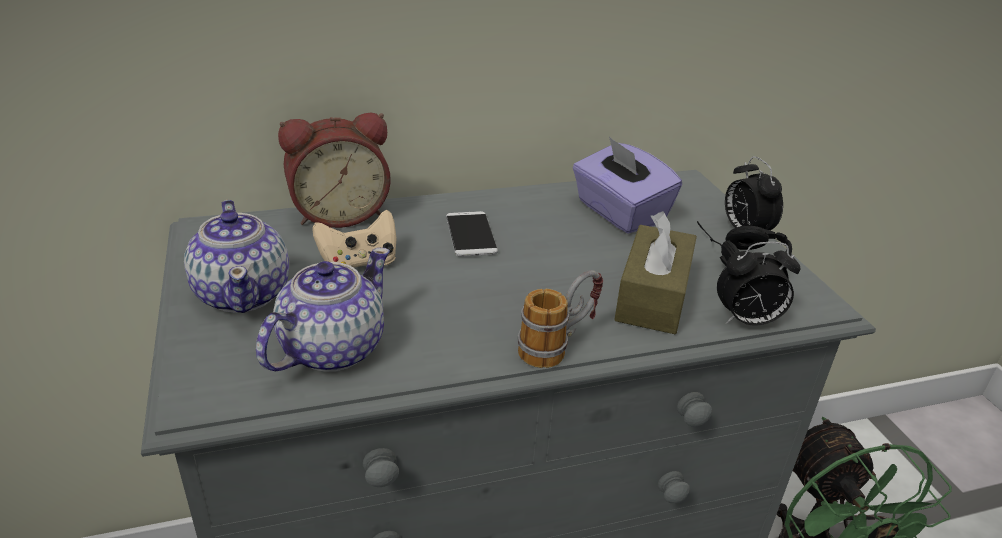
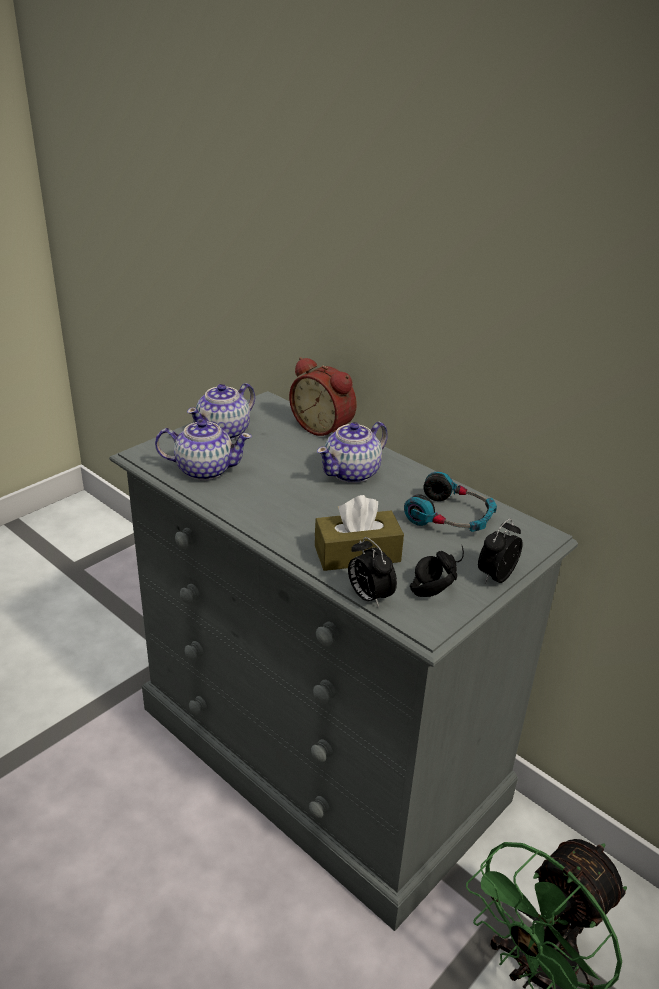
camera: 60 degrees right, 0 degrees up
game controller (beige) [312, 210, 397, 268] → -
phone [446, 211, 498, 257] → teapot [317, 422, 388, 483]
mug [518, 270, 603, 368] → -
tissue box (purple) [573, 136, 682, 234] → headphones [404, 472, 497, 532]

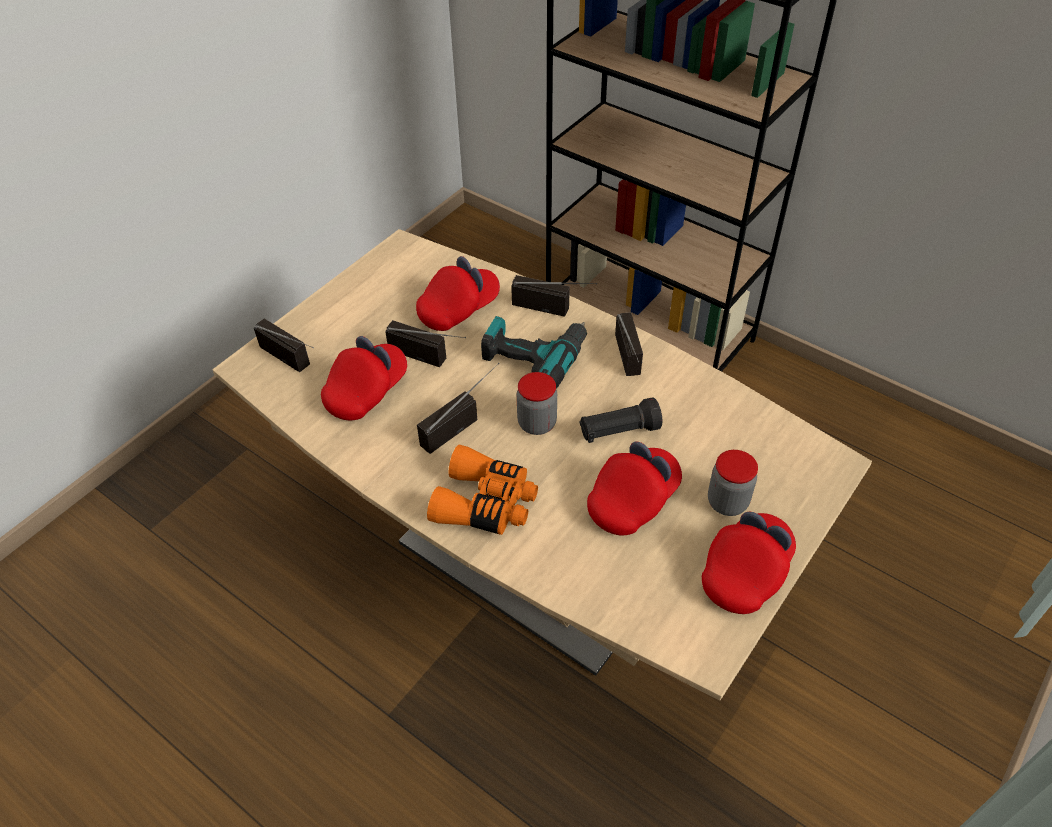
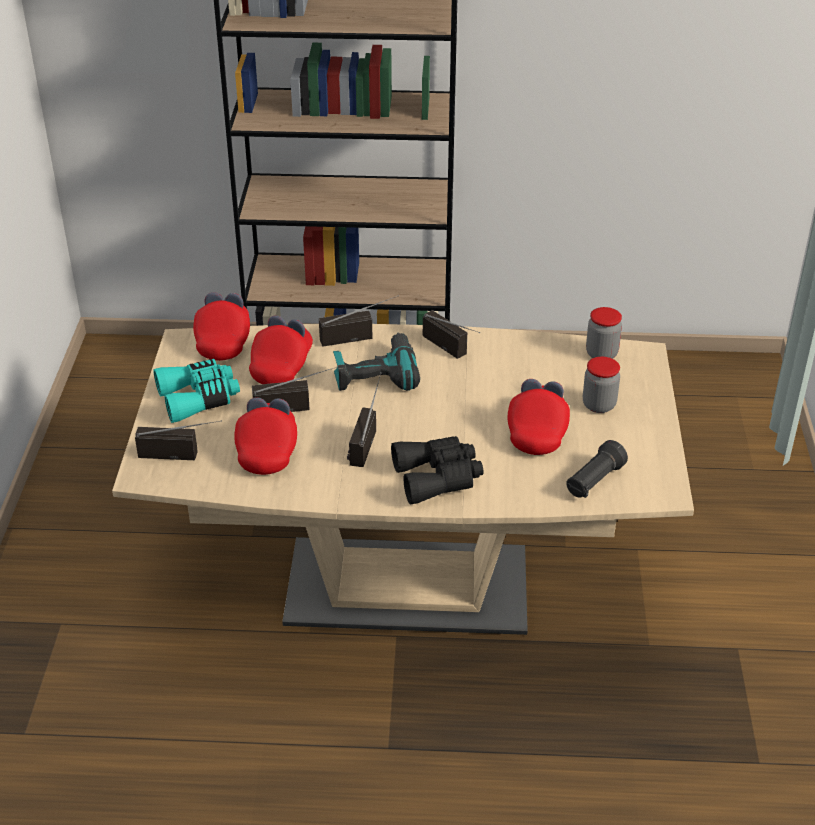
camera: 35 degrees left, 10 degrees down
binoculars (orange) [427, 445, 538, 535] → binoculars (black) [391, 436, 484, 504]
jar [517, 372, 557, 435] → jar [586, 307, 622, 359], relocated
flashlight (black) [580, 397, 662, 443] → flashlight (black) [566, 440, 628, 498], relocated
cap (red) [702, 512, 796, 614] → cap (red) [193, 292, 250, 361], relocated
- → binoculars (turquoise) [153, 359, 240, 423]

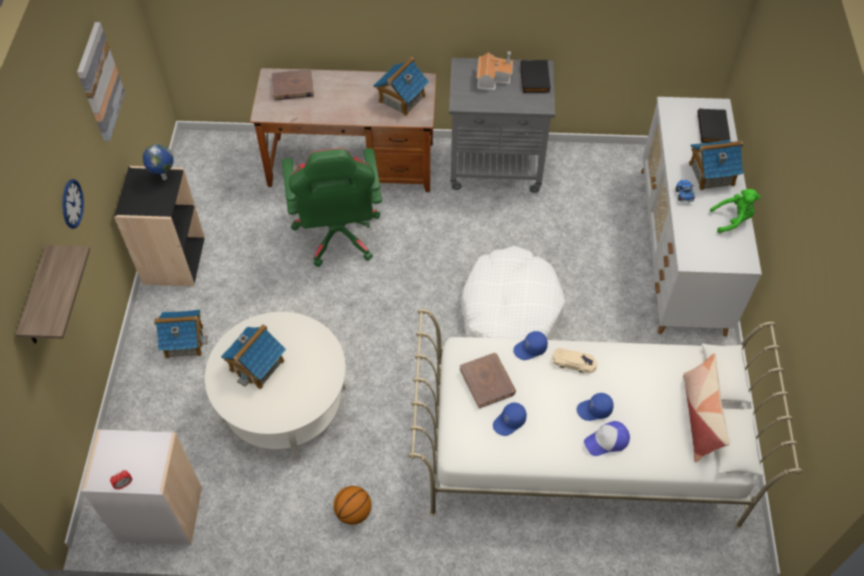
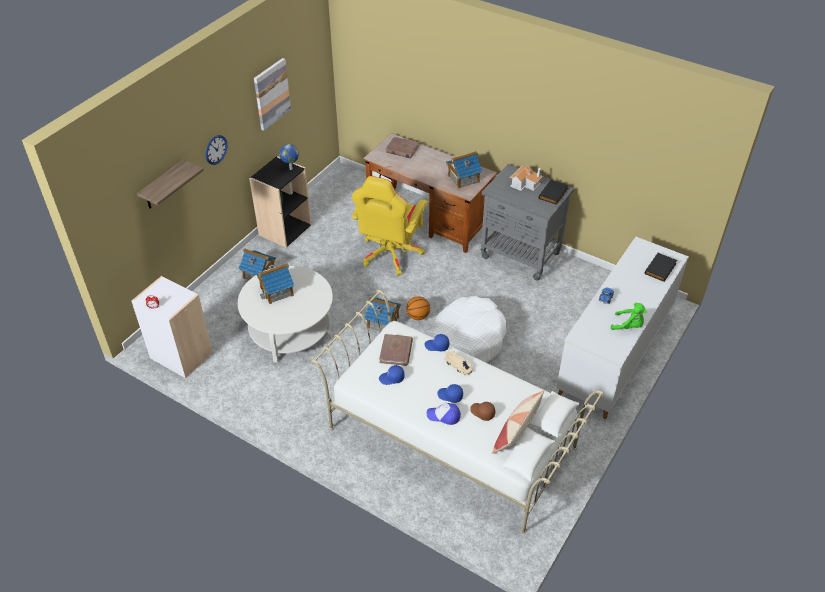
camera: 30 degrees right, 10 degrees down
office chair (green) [282, 148, 382, 267] → office chair (yellow) [351, 176, 428, 275]
basketball [333, 486, 371, 525] → basketball [406, 296, 430, 320], relocated
toy house [689, 140, 743, 190] → toy house [364, 297, 401, 331], relocated
- → cap (brown) [470, 402, 495, 421]

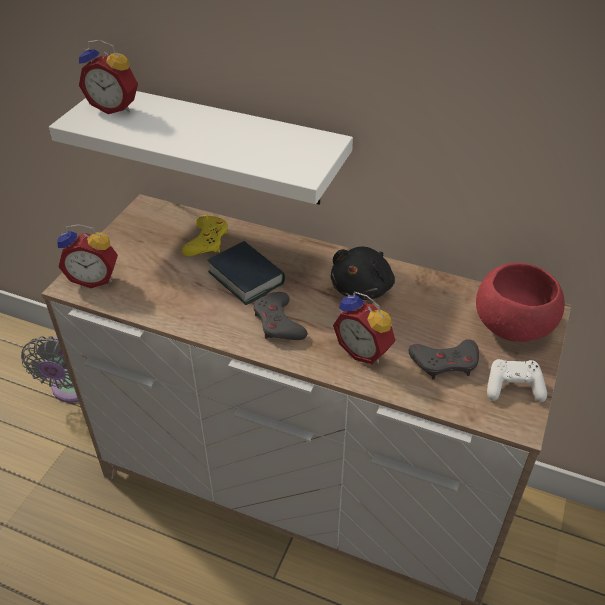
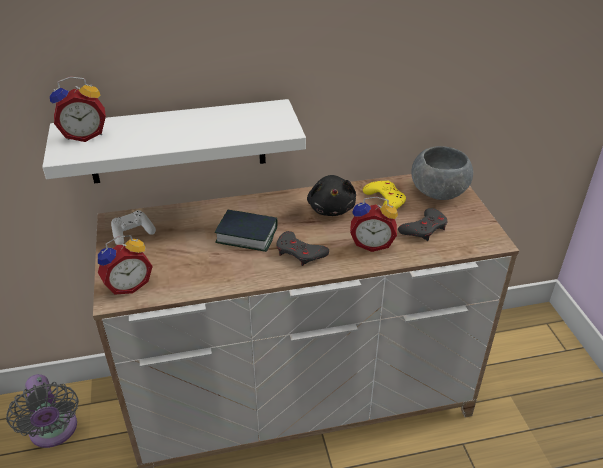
camera: 35 degrees left, 5 degrees down
game controller (yellow) [181, 215, 228, 256] → game controller (yellow) [363, 181, 406, 210], relocated
bowl (red) [476, 263, 565, 342] → bowl (grey) [411, 146, 473, 200]
game controller (white) [487, 359, 547, 402] → game controller (white) [111, 210, 156, 245], relocated

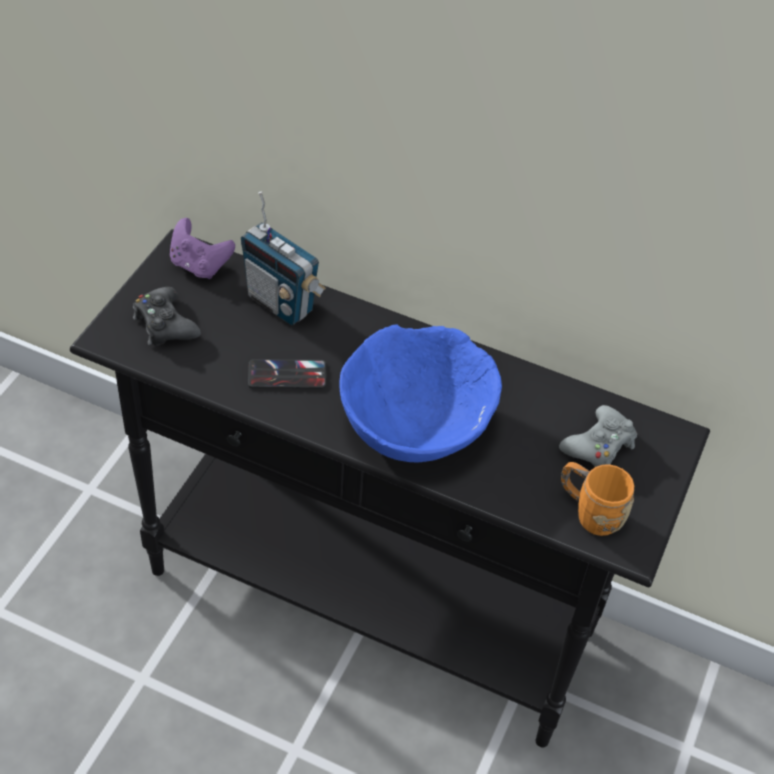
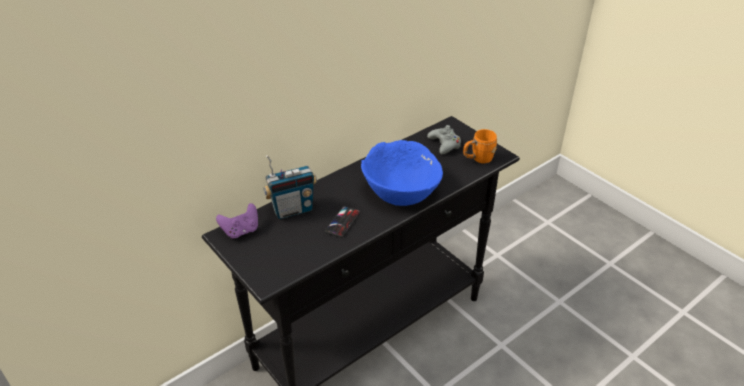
camera: 60 degrees left, 10 degrees down
game controller (black) [133, 287, 201, 346] → -

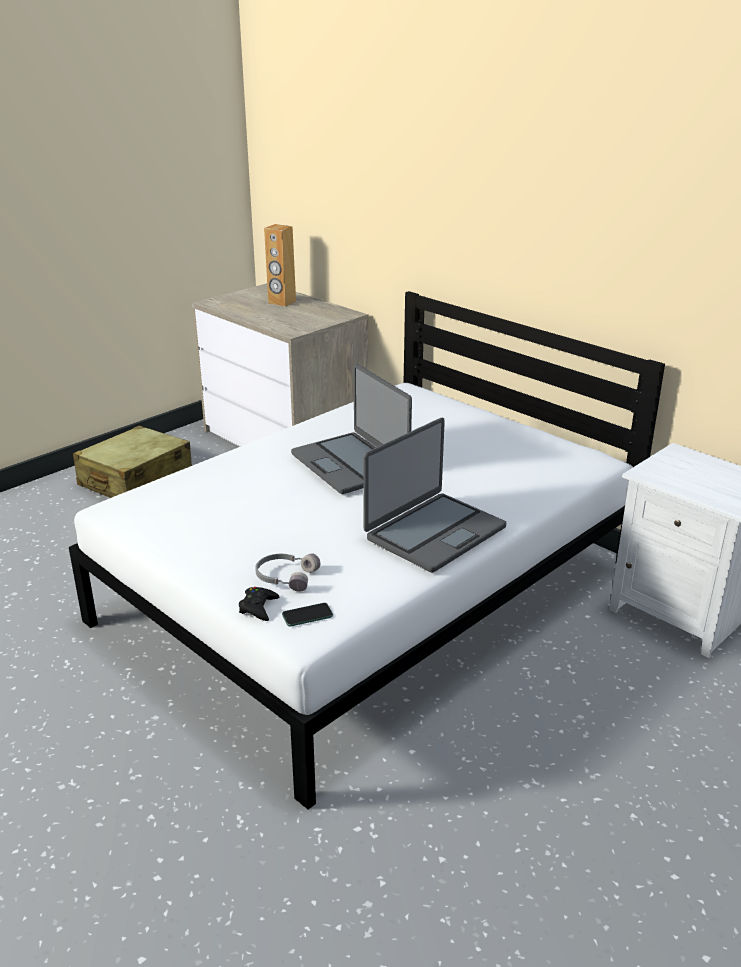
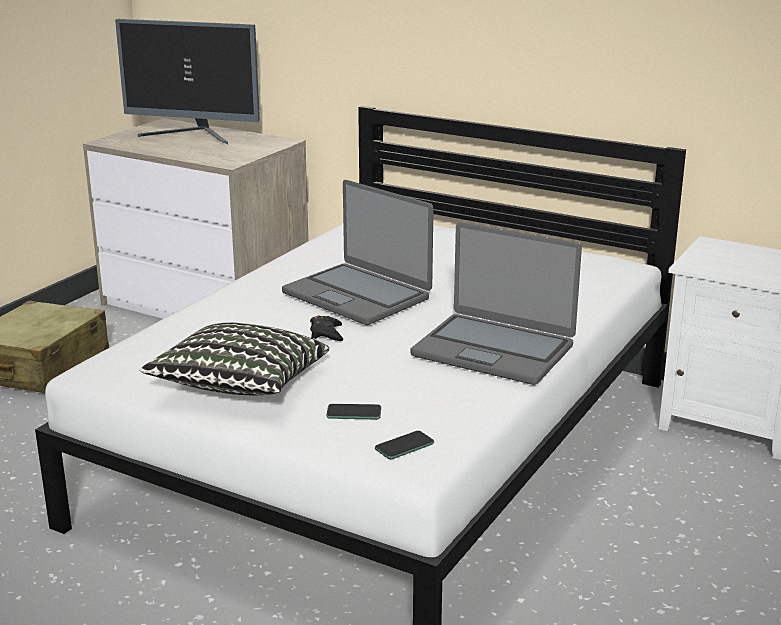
camera: 15 degrees left, 5 degrees down
game controller (black) [239, 587, 279, 621] → game controller (black) [310, 315, 343, 341], relocated
headphones (grey) [255, 553, 320, 592] → phone [326, 404, 381, 419]
speaker (brown) [264, 224, 296, 307] → monitor [115, 19, 260, 145]
laptop [363, 418, 506, 572] → laptop [411, 222, 582, 385], 90 degrees clockwise
- → pillow [140, 322, 329, 395]

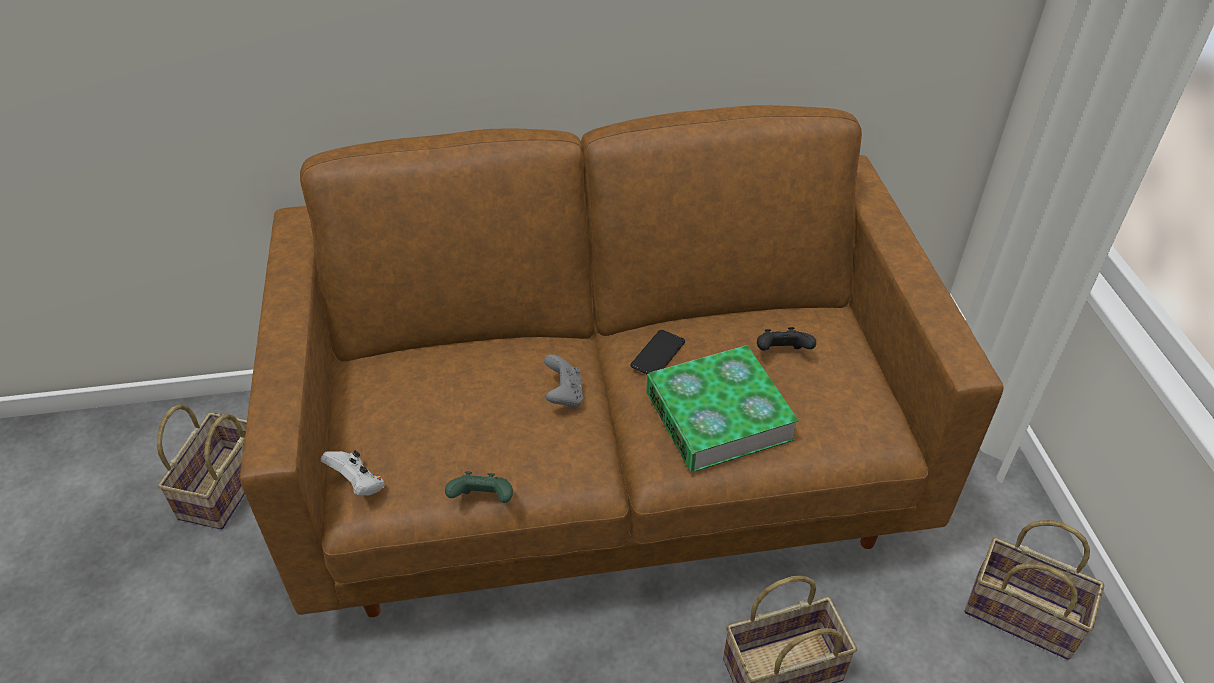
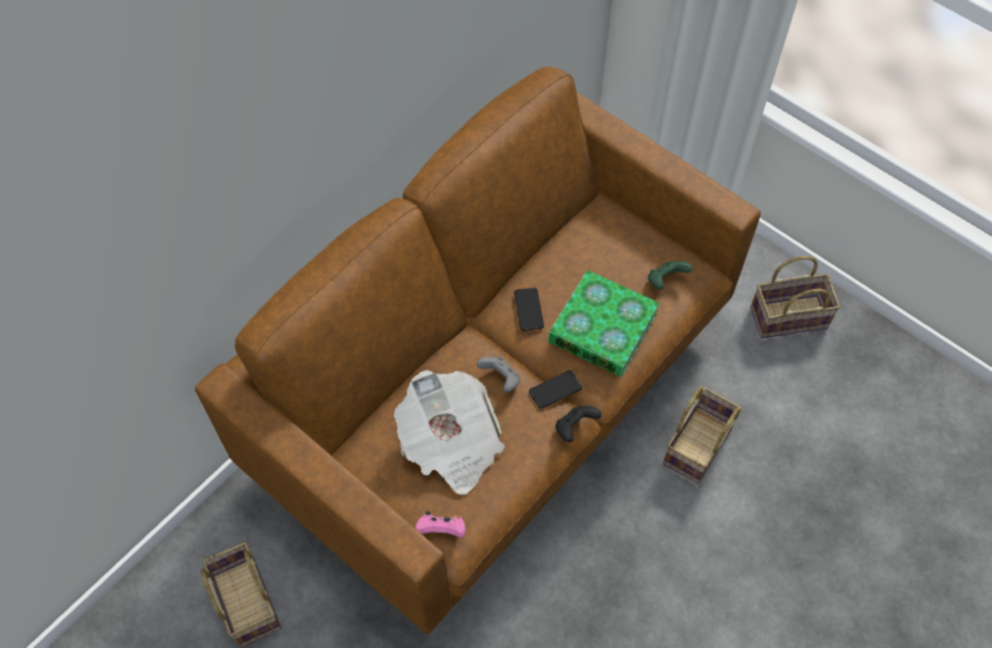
camera: 40 degrees left, 15 degrees up
game controller (white) [321, 450, 385, 495] → game controller (pink) [415, 511, 466, 538]
game controller (green) [445, 471, 513, 503] → game controller (green) [648, 261, 692, 290], relocated
game controller (black) [757, 327, 816, 350] → game controller (black) [555, 406, 601, 442], relocated
- → newspaper [394, 370, 505, 495]
- → phone [529, 370, 582, 409]

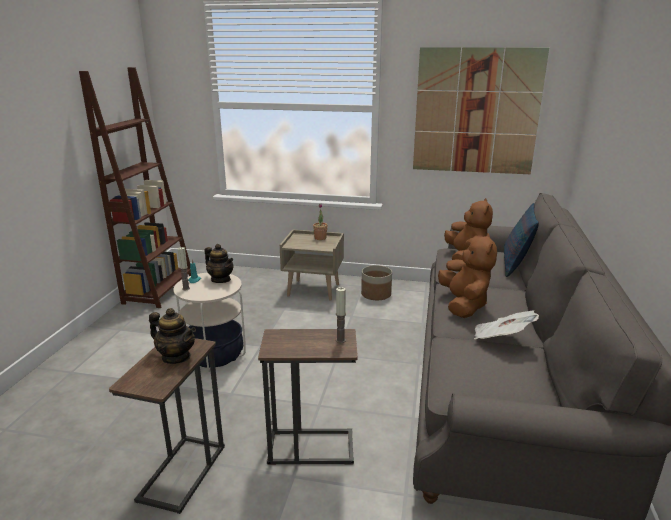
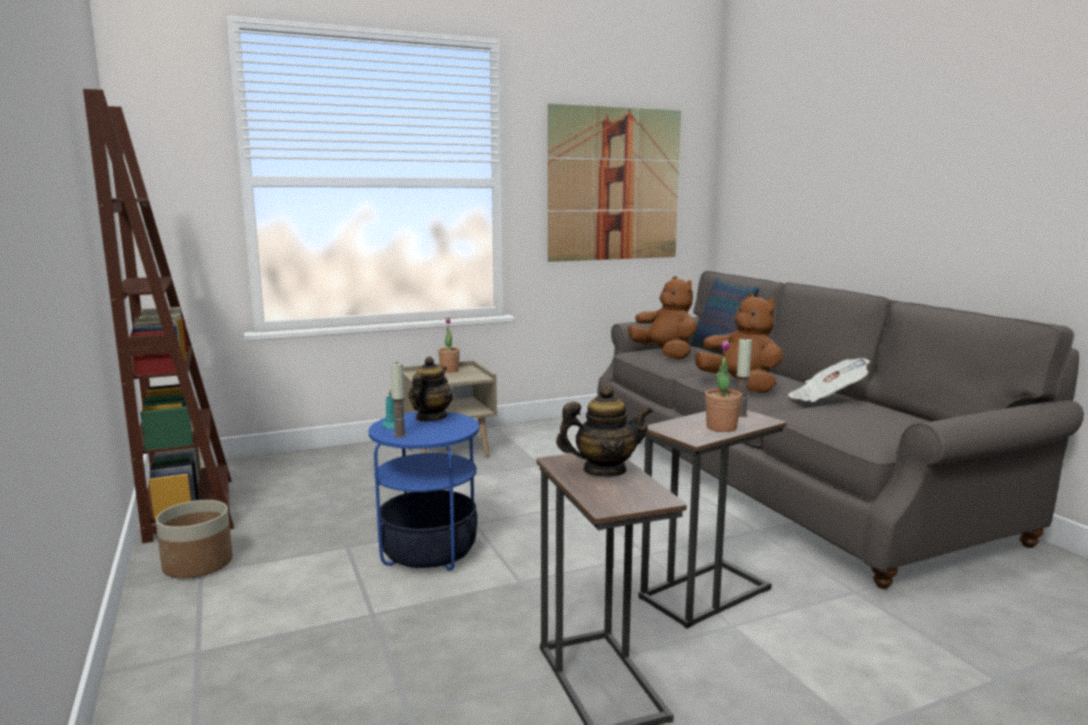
camera: 35 degrees left, 10 degrees down
side table (beige) [173, 272, 246, 372] → side table (blue) [368, 412, 479, 571]
teapot [204, 244, 233, 283] → teapot [408, 357, 453, 421], 75 degrees counterclockwise
planter [361, 265, 392, 300] → planter [156, 500, 233, 578], relocated
- → potted plant [705, 340, 742, 432]

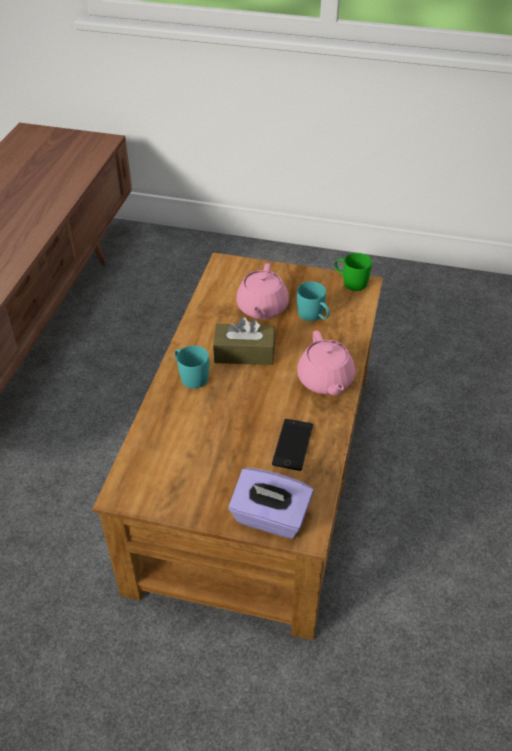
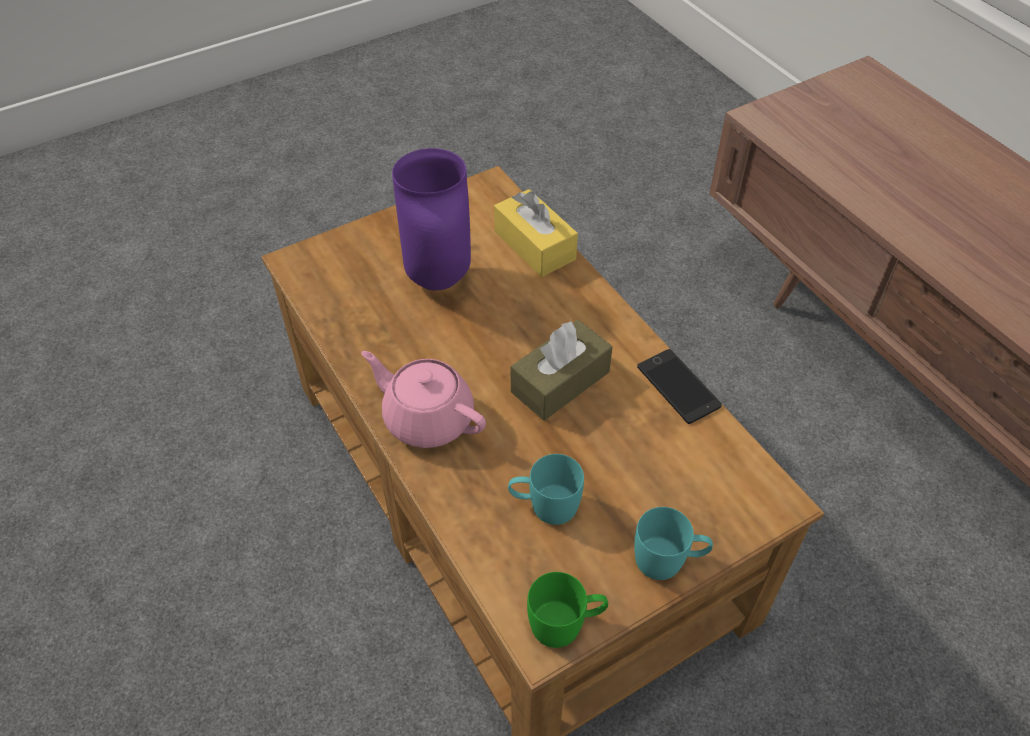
camera: 135 degrees right, 5 degrees up
mug (turquoise) [175, 345, 209, 389] → mug (turquoise) [634, 507, 713, 580], relocated
tissue box (purple) [228, 468, 314, 539] → -
teapot (pink) [236, 263, 289, 319] → -
phone [272, 419, 313, 471] → phone [637, 349, 722, 424], relocated
- → vase (purple) [392, 148, 471, 291]
- → tissue box (yellow) [494, 189, 578, 277]

